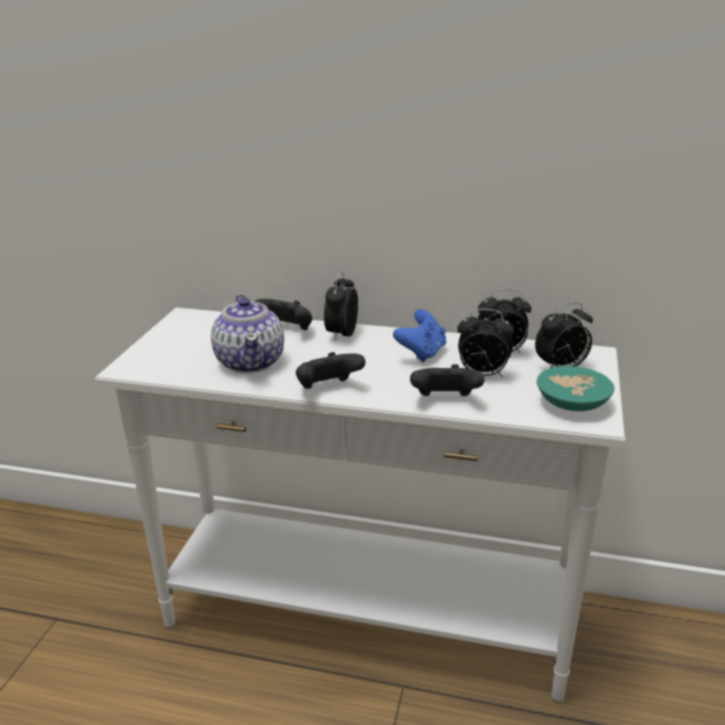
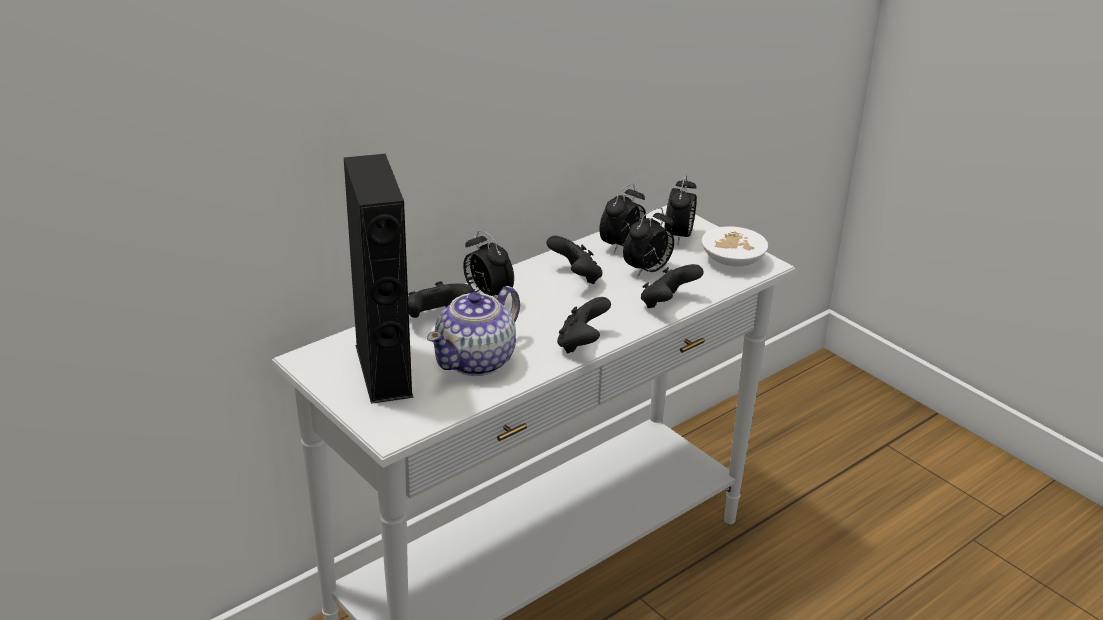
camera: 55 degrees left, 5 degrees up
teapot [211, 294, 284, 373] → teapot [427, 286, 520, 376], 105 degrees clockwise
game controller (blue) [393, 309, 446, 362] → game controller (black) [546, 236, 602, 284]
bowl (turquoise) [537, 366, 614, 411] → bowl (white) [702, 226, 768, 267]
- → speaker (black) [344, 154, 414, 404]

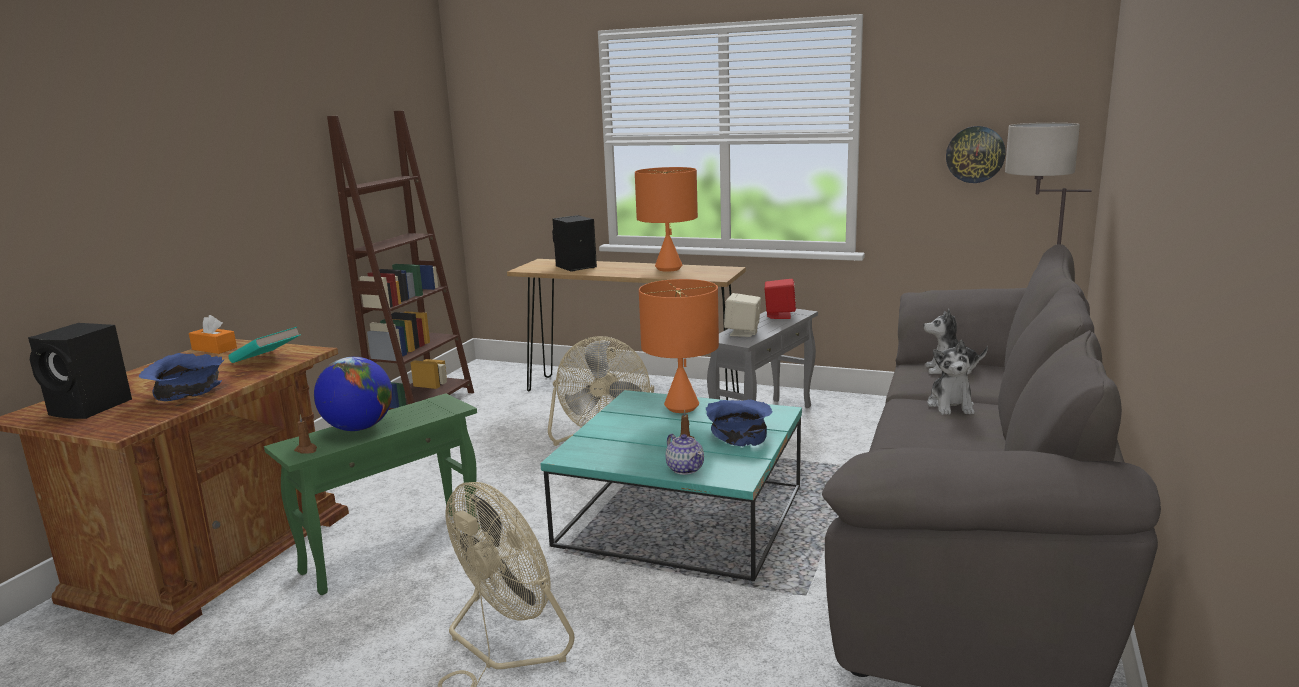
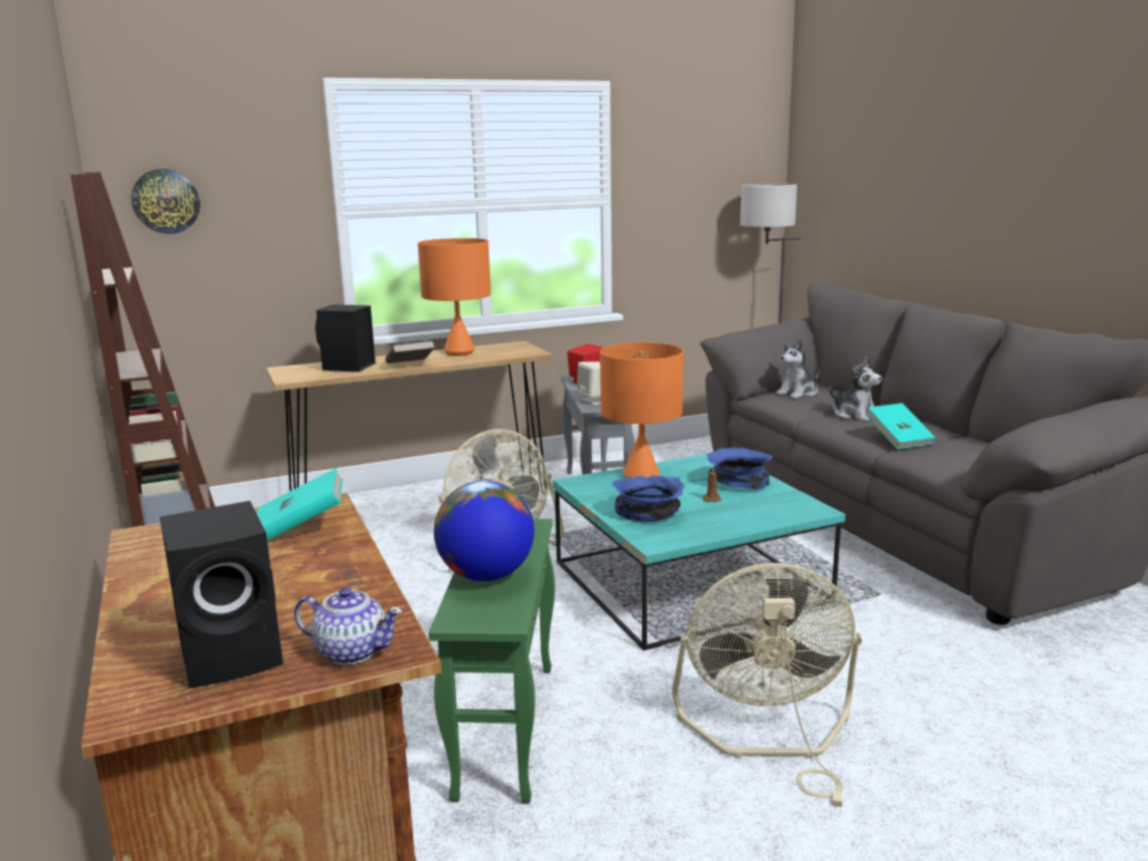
camera: 45 degrees left, 0 degrees up
bowl (blue) [139, 353, 224, 401] → bowl (blue) [612, 475, 685, 522], relocated
tissue box (orange) [189, 315, 237, 354] → -
candle (brown) [294, 414, 317, 454] → -
teapot [666, 434, 704, 475] → teapot [294, 587, 403, 665], relocated
wall clock [946, 126, 1006, 183] → wall clock [131, 169, 200, 234], relocated
- → book (brown) [385, 340, 434, 364]
- → book (turquoise) [865, 403, 936, 449]

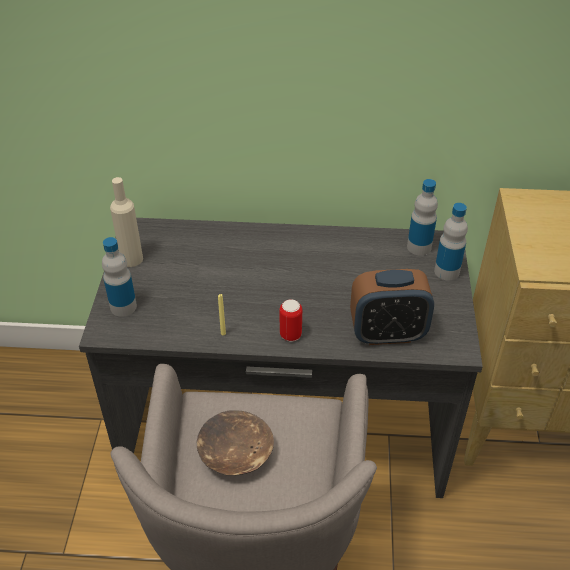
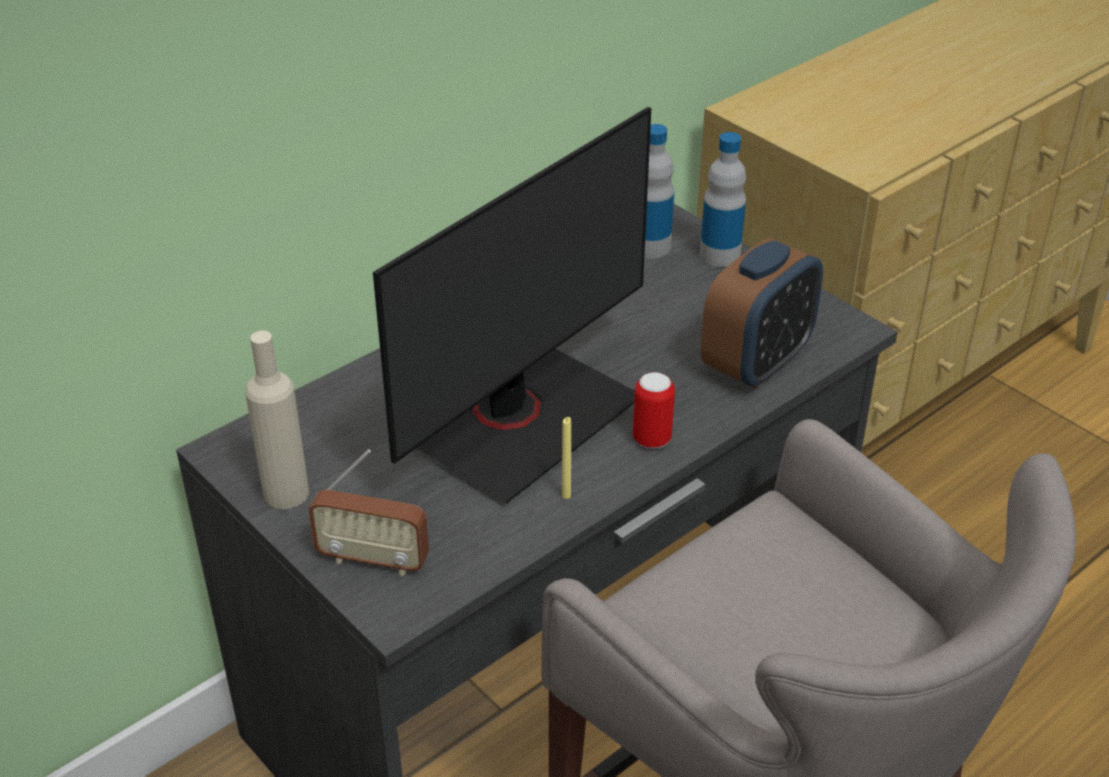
camera: 45 degrees left, 5 degrees down
bottle [102, 237, 137, 317] → radio [309, 449, 429, 576]
bowl (brown) [197, 410, 274, 476] → -
- → monitor [373, 107, 651, 503]

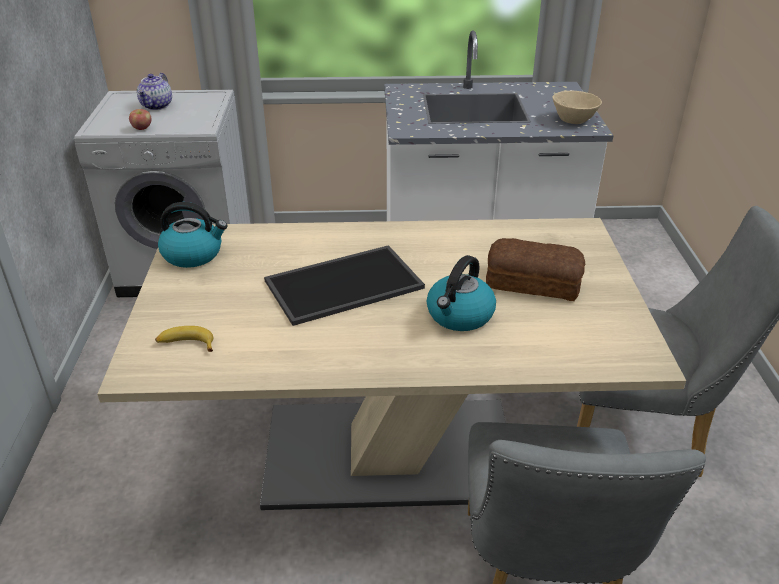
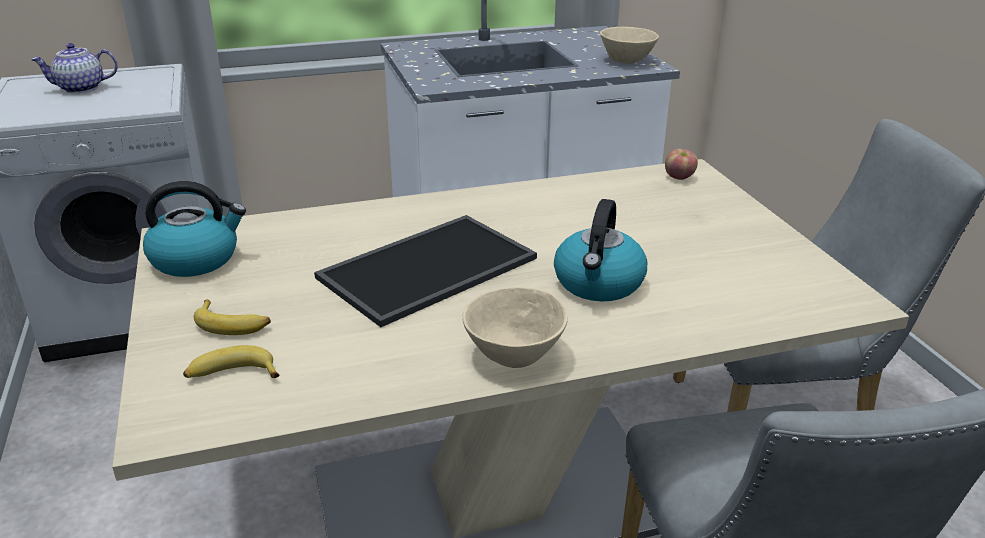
camera: 15 degrees left, 5 degrees down
apple [129, 109, 152, 130] → apple [665, 149, 698, 180], relocated
teapot [137, 73, 172, 110] → teapot [30, 43, 118, 93], 75 degrees clockwise
bread [486, 238, 585, 301] → -
- → banana [194, 300, 271, 335]
- → bowl (beige) [462, 287, 568, 368]

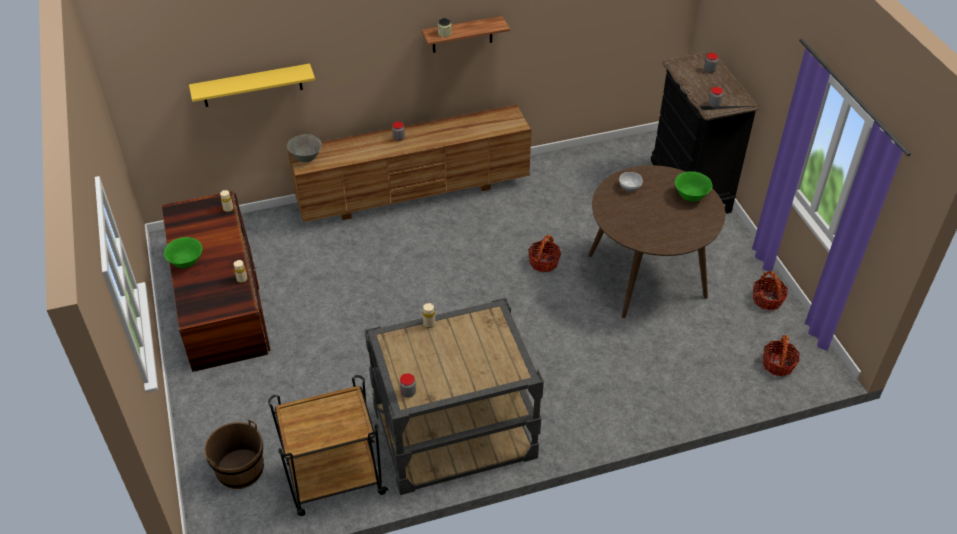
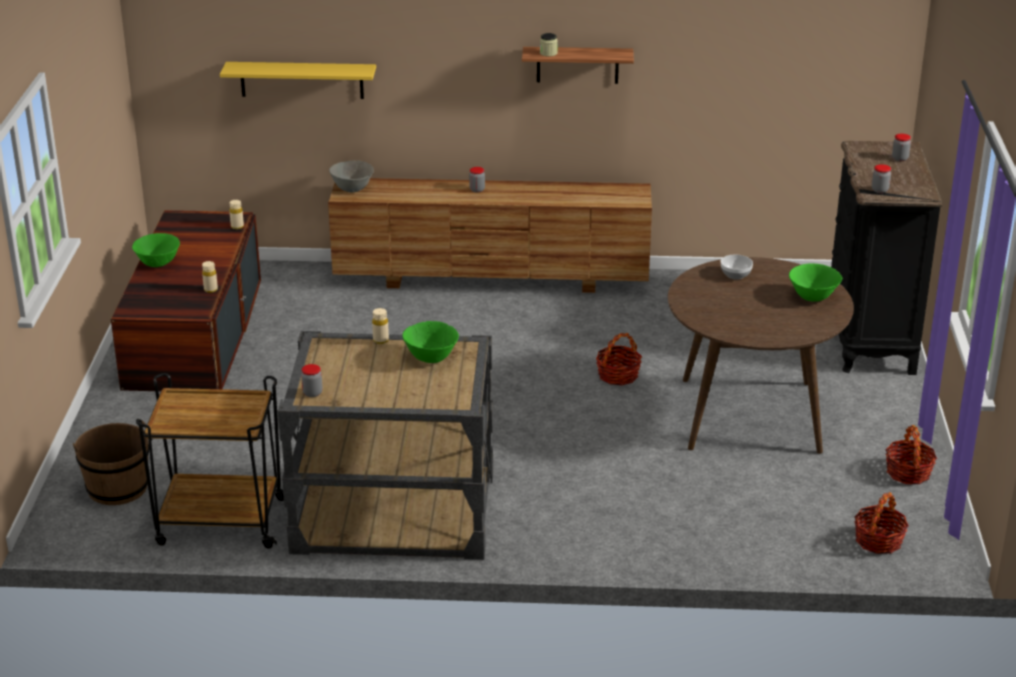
camera: 20 degrees right, 15 degrees down
- → bowl (green) [402, 321, 459, 363]

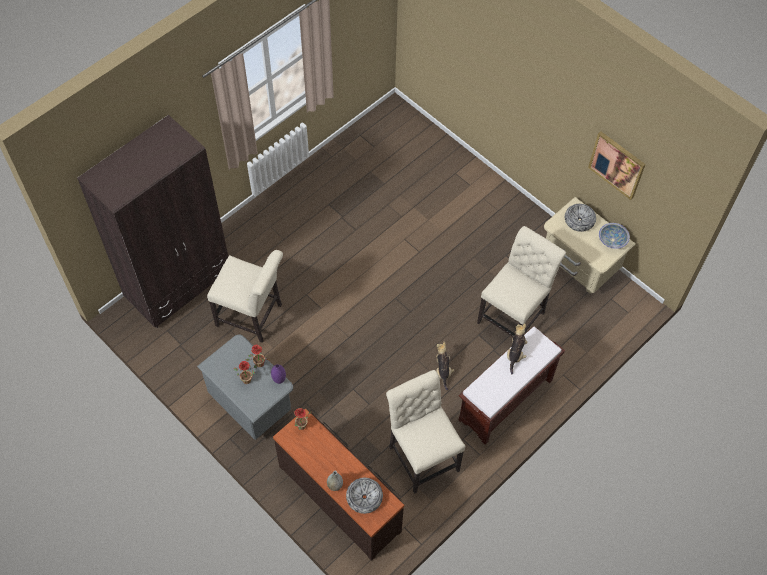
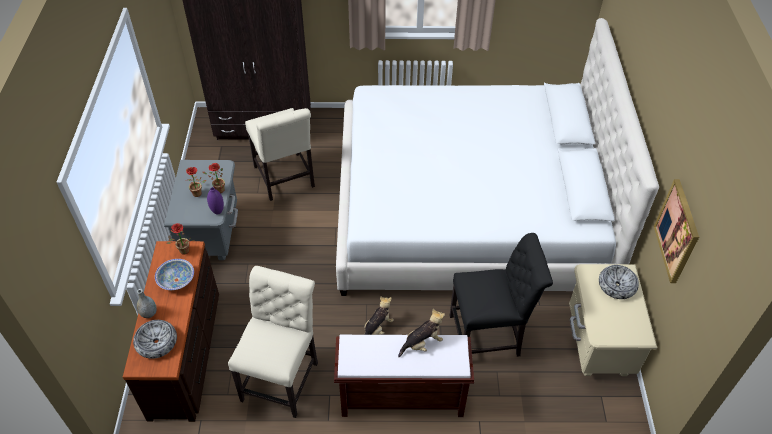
camera: 45 degrees right, 10 degrees down
chair (beige) [477, 226, 566, 337] → chair (black) [450, 233, 553, 357]
bowl [599, 223, 630, 249] → bowl [155, 259, 194, 290], relocated
- → bed (white) [336, 18, 659, 296]

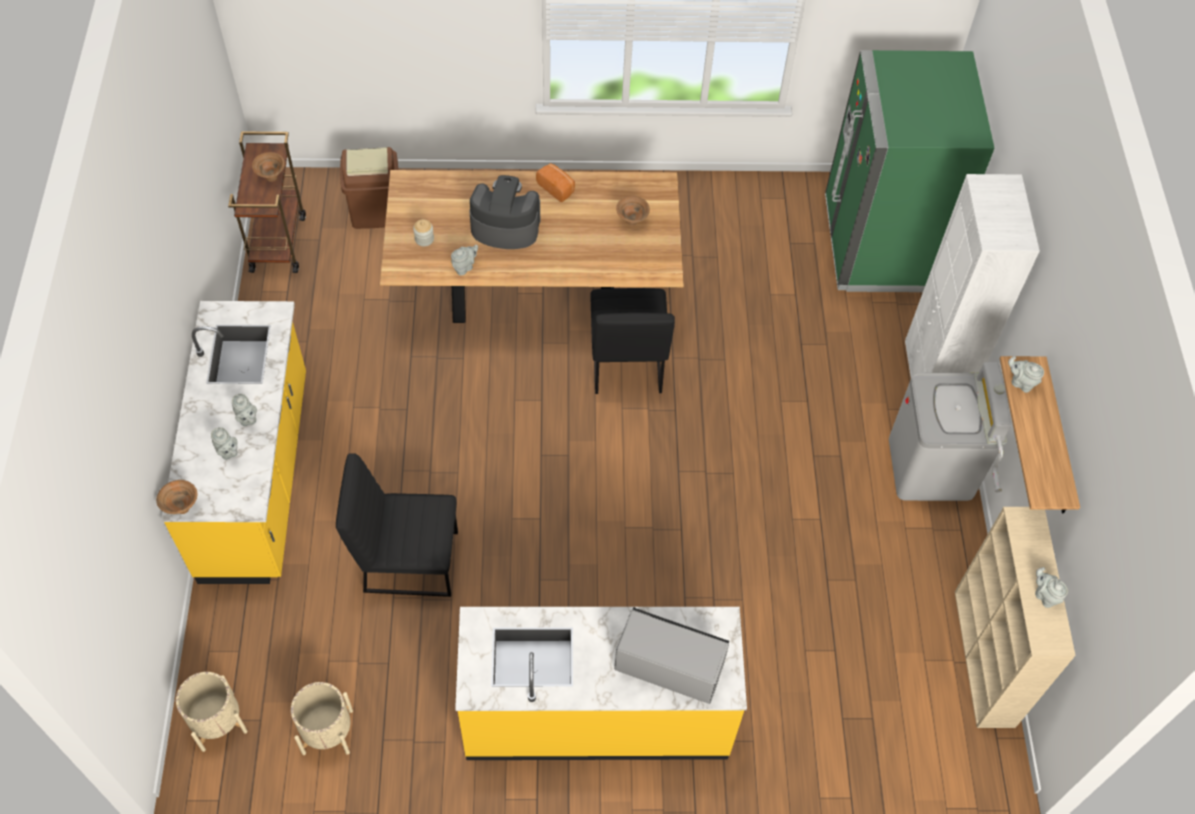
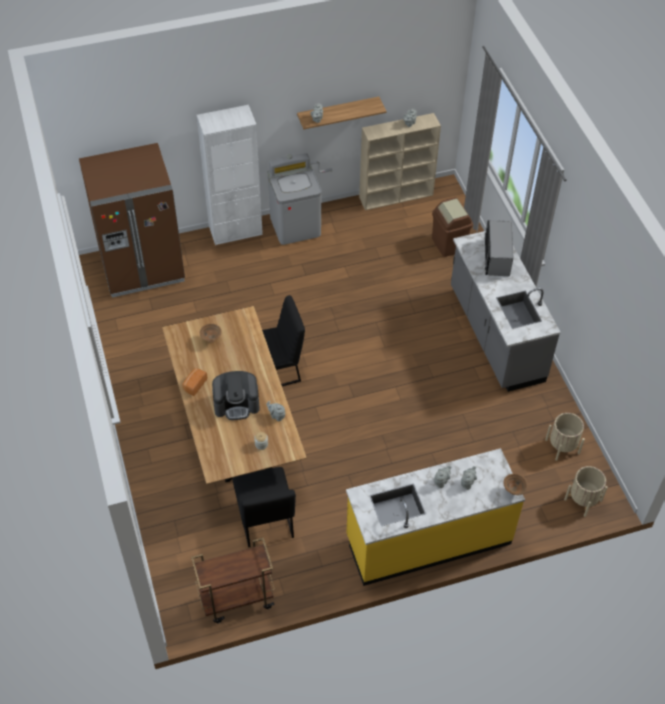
camera: 105 degrees left, 5 degrees down
bowl (brown) [252, 152, 285, 182] → -
chair (black) [336, 453, 458, 597] → chair (black) [233, 467, 296, 547], relocated
trash can (brown) [340, 147, 398, 229] → trash can (brown) [432, 197, 473, 257], relocated
counter (yellow) [455, 607, 747, 760] → counter (grey) [451, 231, 561, 392]
coffee machine [470, 175, 540, 249] → coffee machine [212, 371, 260, 420], 90 degrees counterclockwise
fridge (green) [825, 50, 994, 292] → fridge (brown) [79, 143, 185, 297]

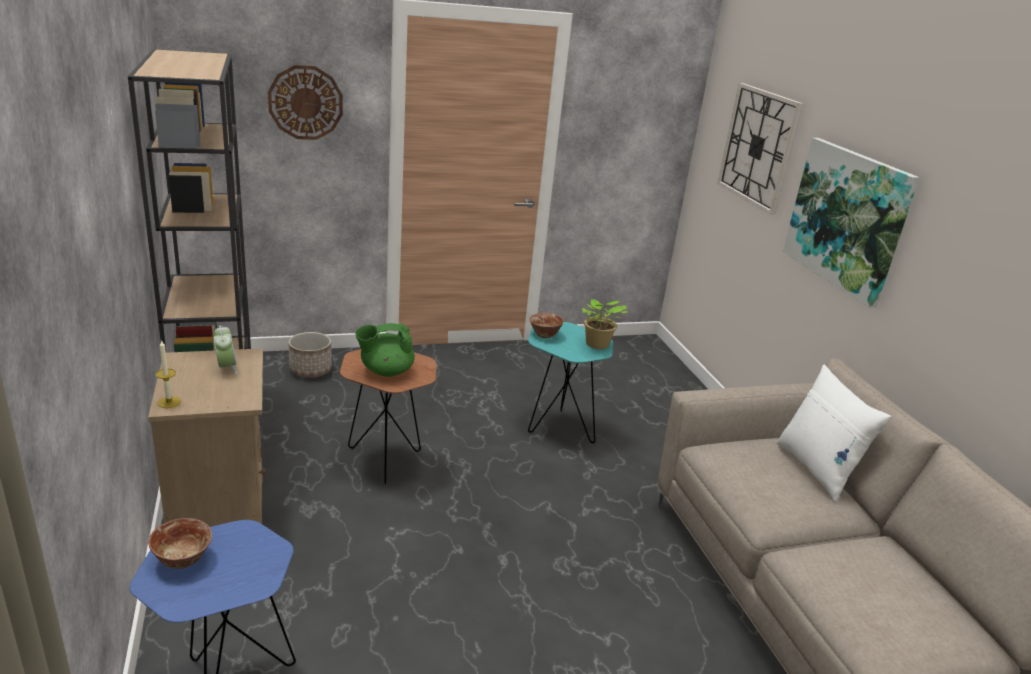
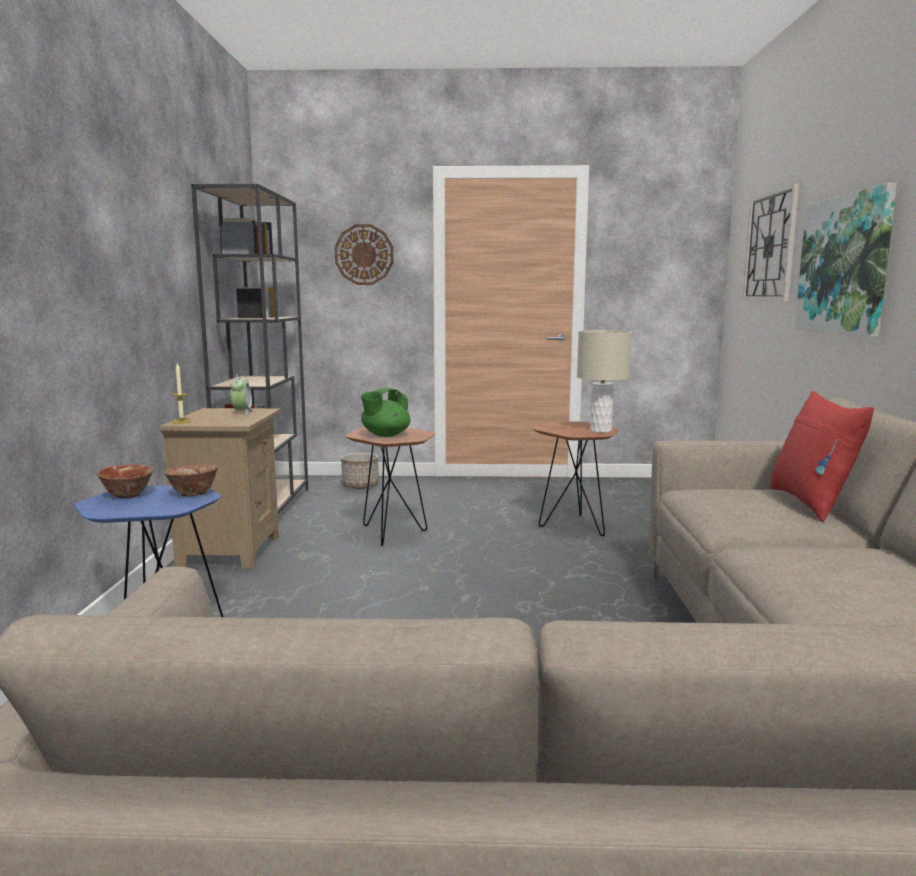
camera: 20 degrees right, 15 degrees down
teapot (green) [355, 323, 415, 377] → teapot (green) [361, 388, 410, 437], 45 degrees counterclockwise
side table (turquoise) [528, 322, 613, 443] → side table (brown) [533, 421, 620, 536]
bowl [529, 313, 564, 338] → bowl [164, 464, 218, 496], relocated
potted plant [582, 299, 628, 349] → table lamp (beige) [577, 330, 632, 433]
pillow (white) [776, 364, 891, 502] → pillow (red) [771, 391, 874, 522]

